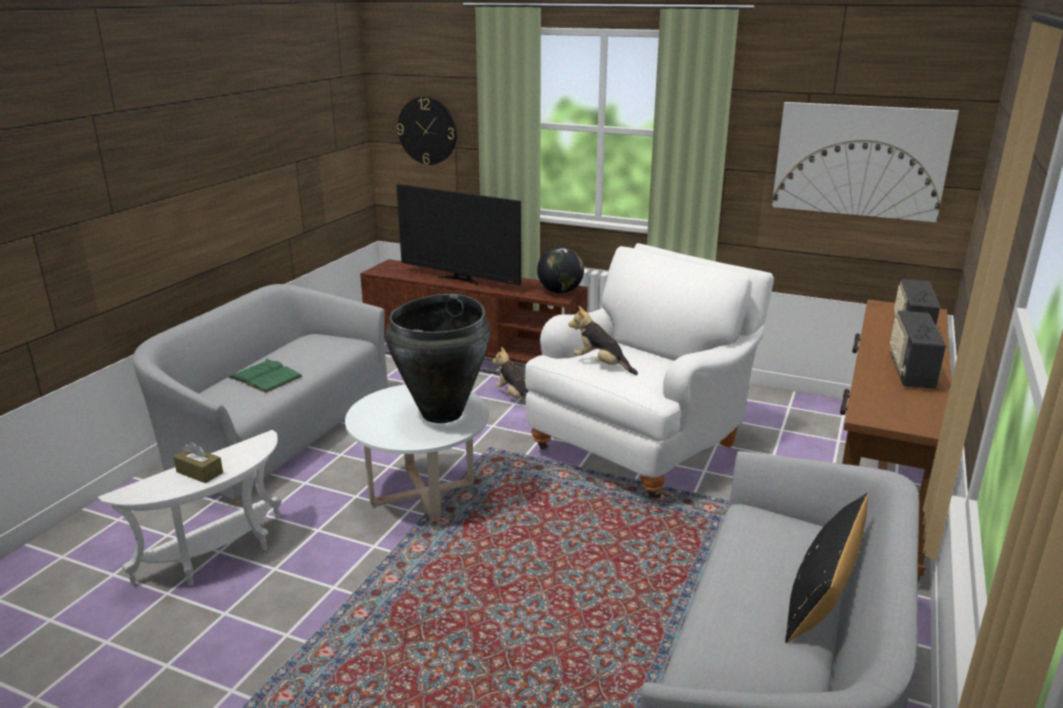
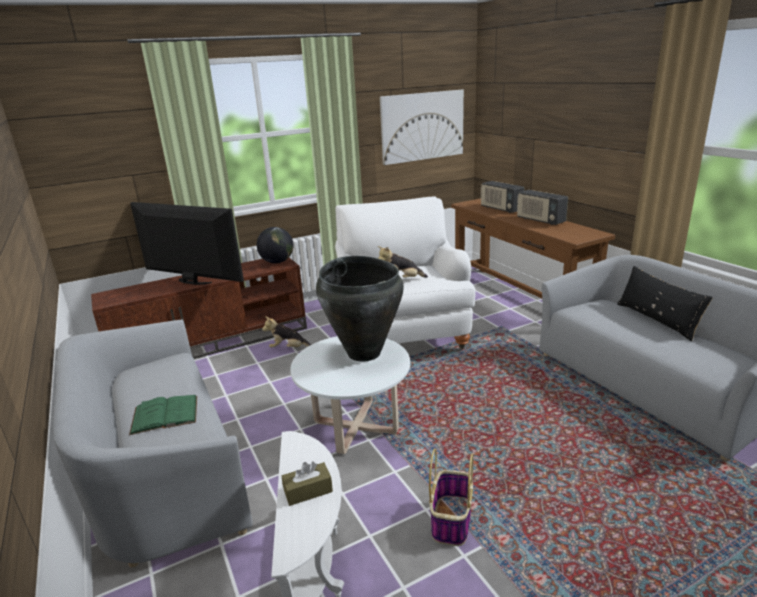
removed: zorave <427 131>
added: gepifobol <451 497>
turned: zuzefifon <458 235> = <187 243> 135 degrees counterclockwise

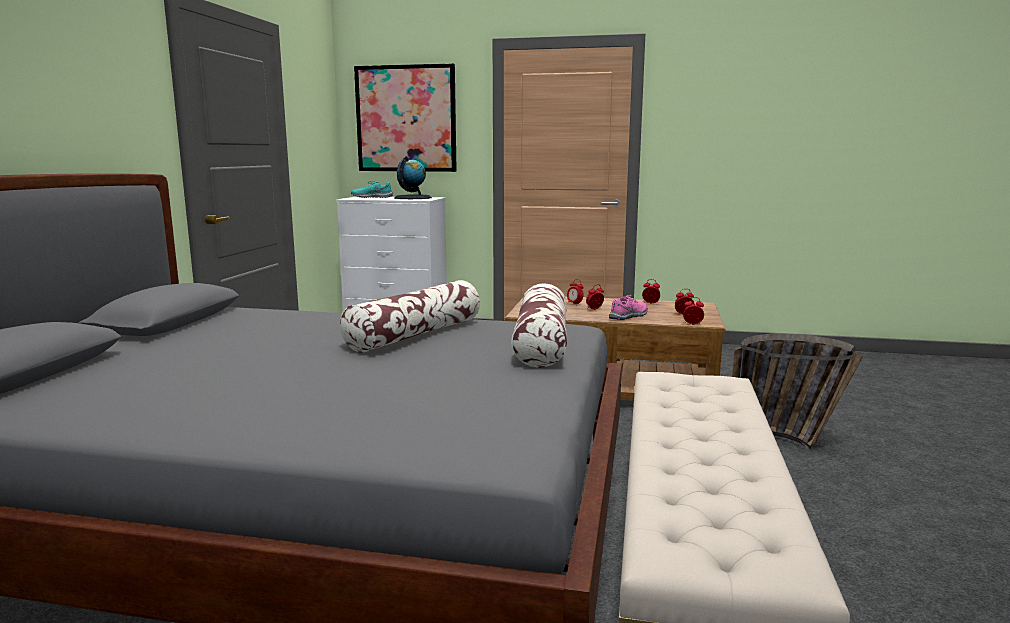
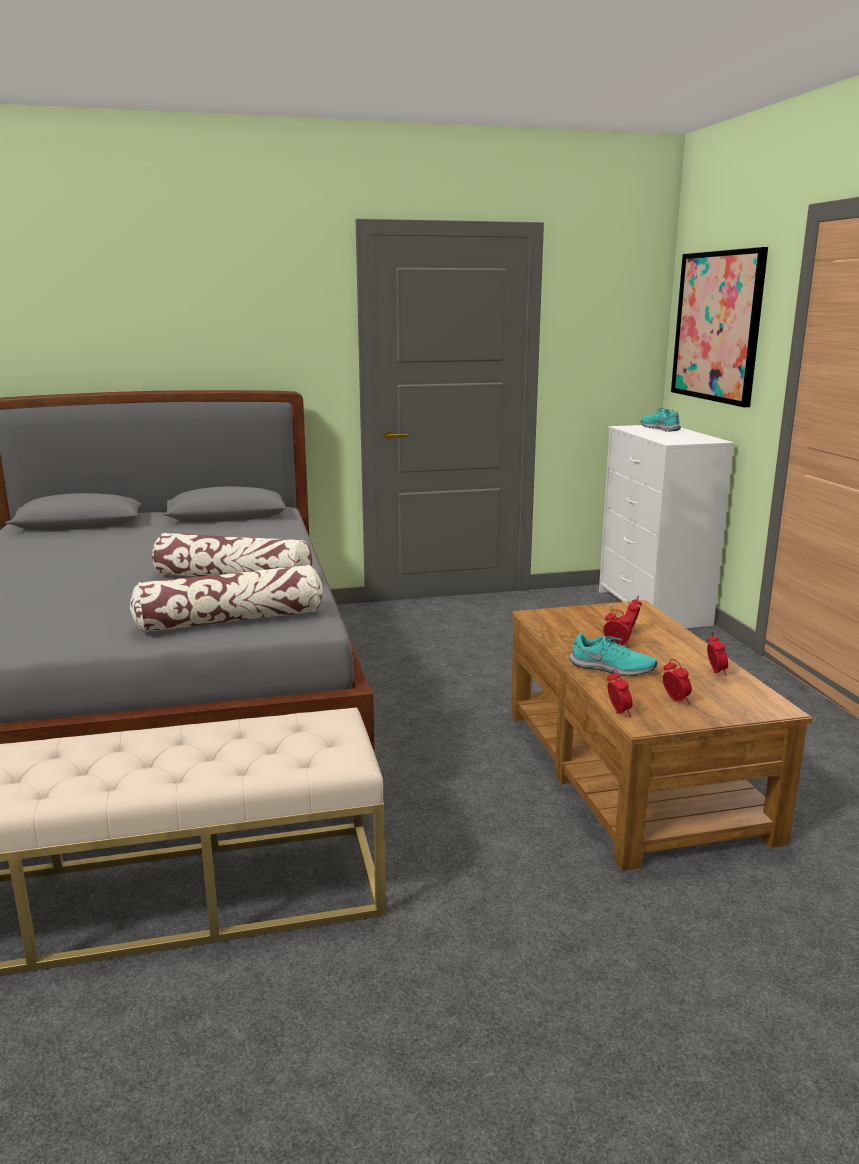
removed: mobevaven <413 177>; gepifobol <797 392>
recoloured: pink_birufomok <628 307> to turquoise_birufomok <613 654>

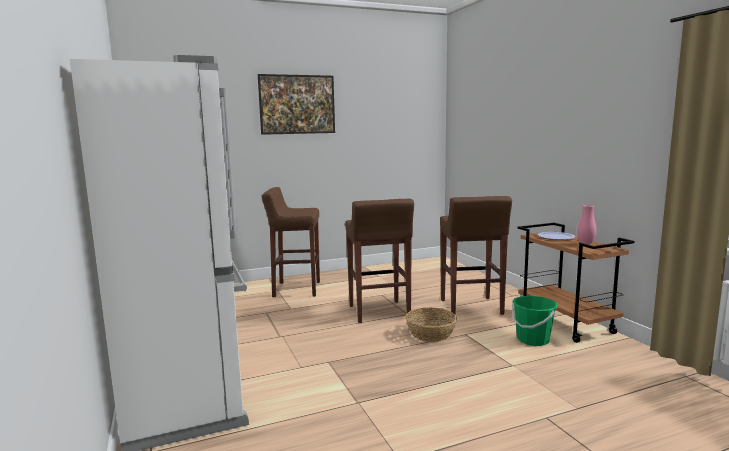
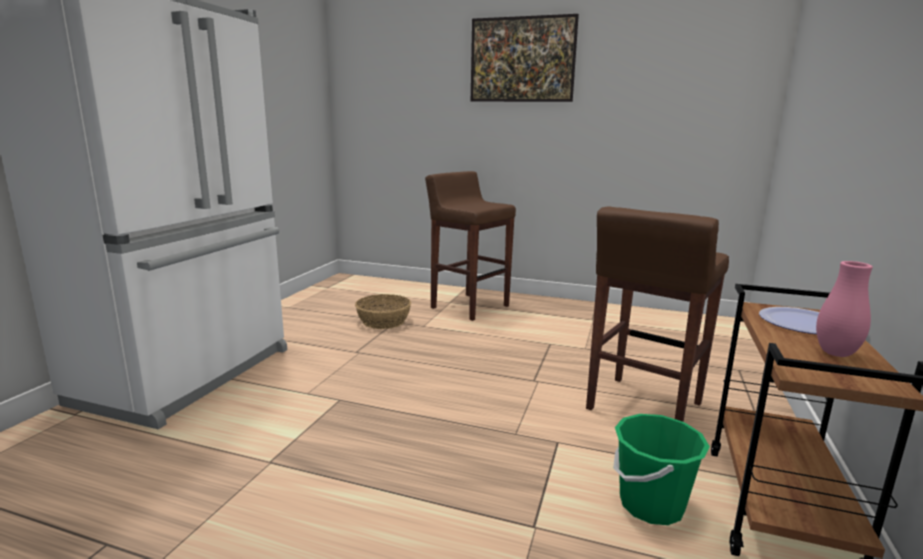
removed: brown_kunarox <379 261>
moved: gepifobol <431 324> to <383 311>

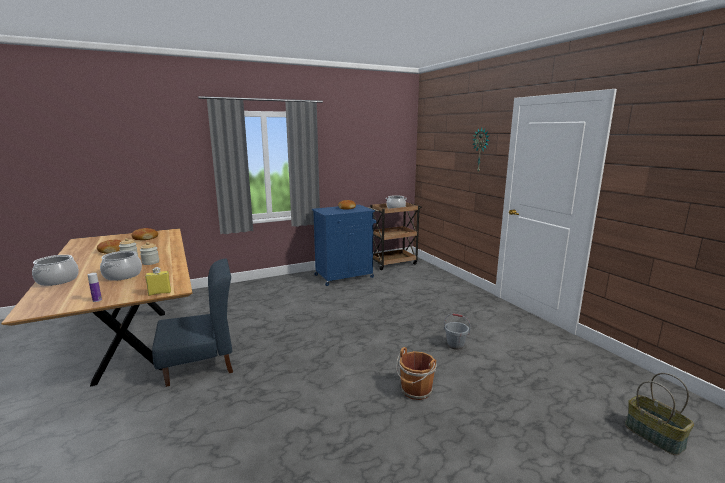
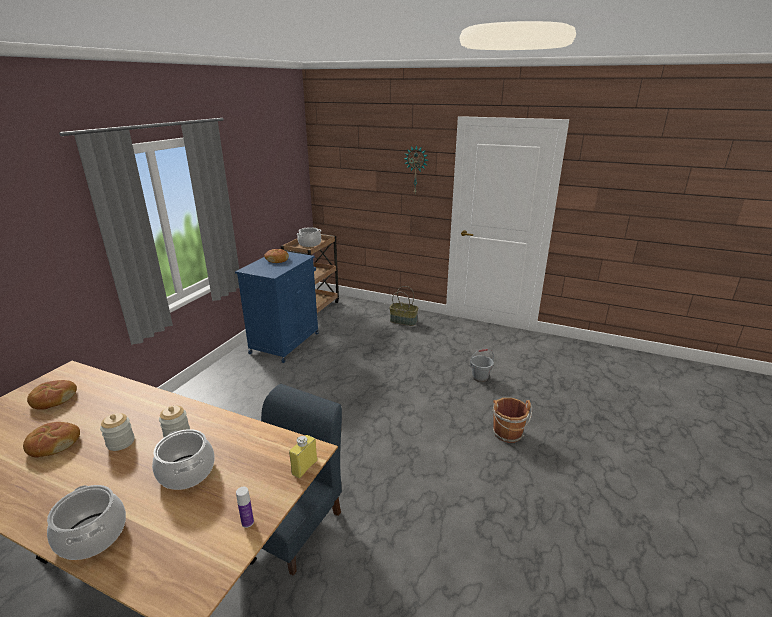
moved: gepifobol <659 414> to <403 306>

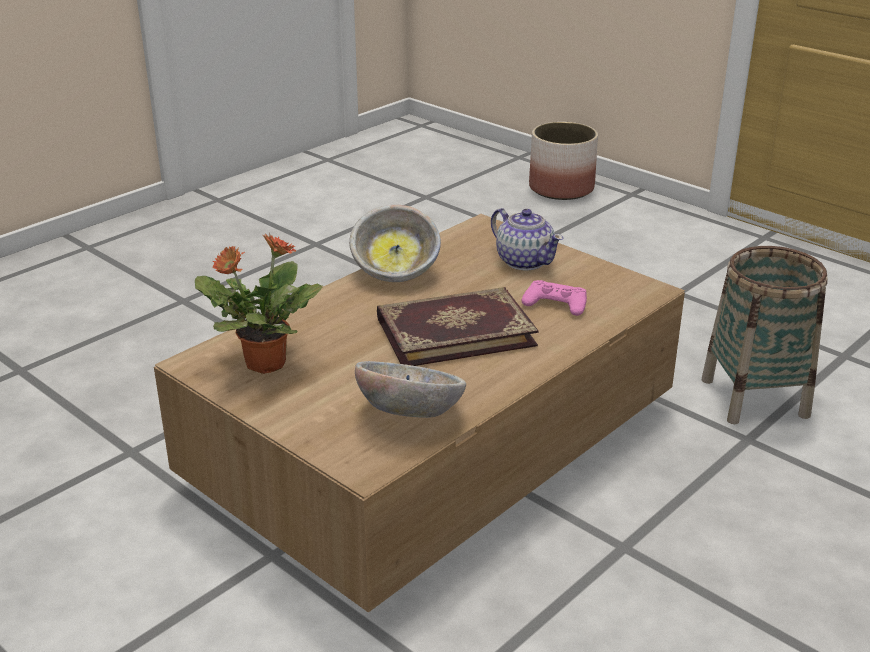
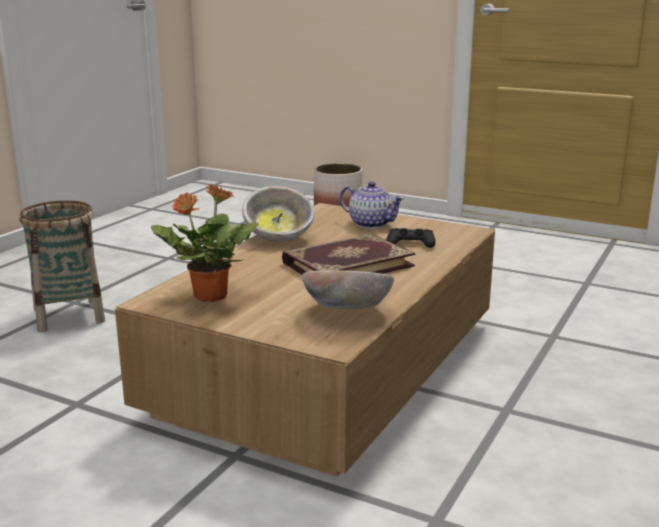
moved: gepifobol <765 335> to <62 266>
recoloured: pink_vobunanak <554 298> to black_vobunanak <411 238>

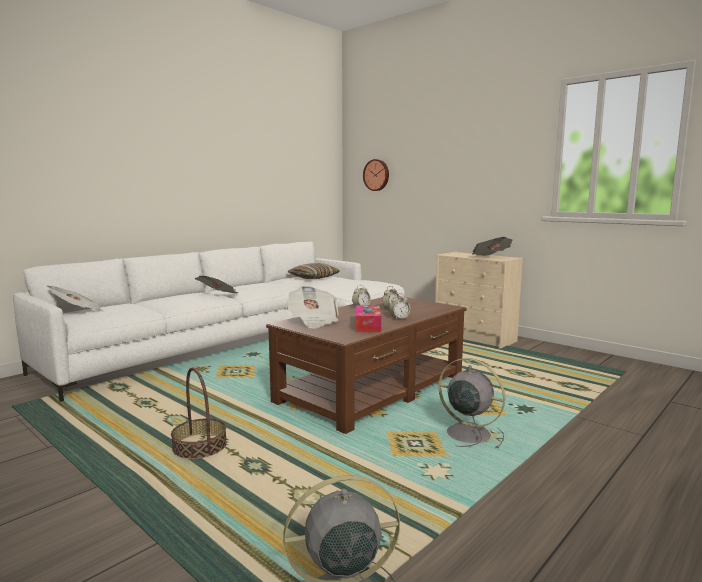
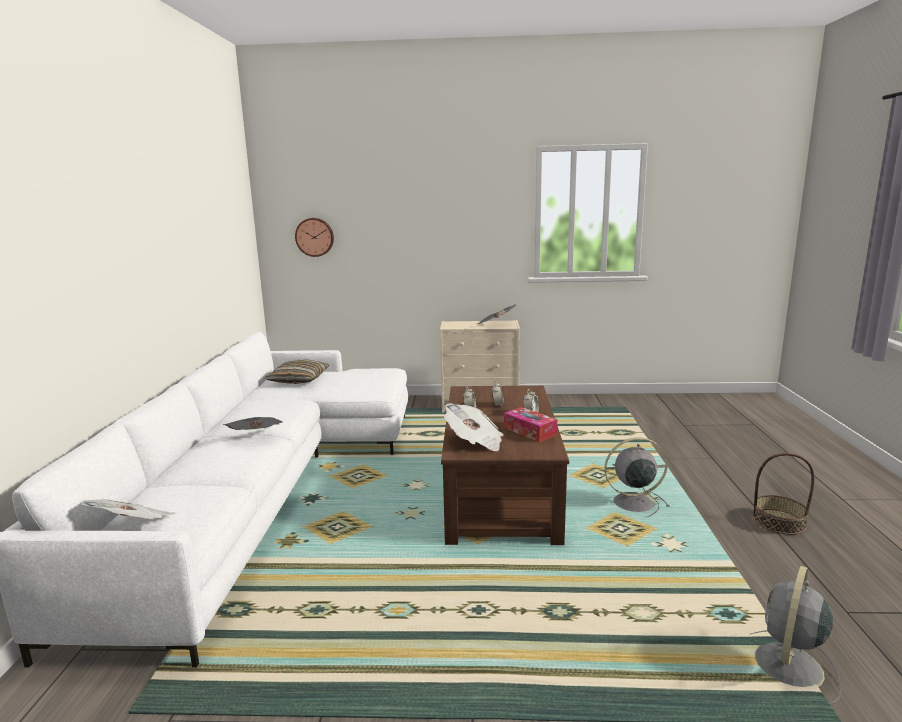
moved: gepifobol <199 413> to <784 494>

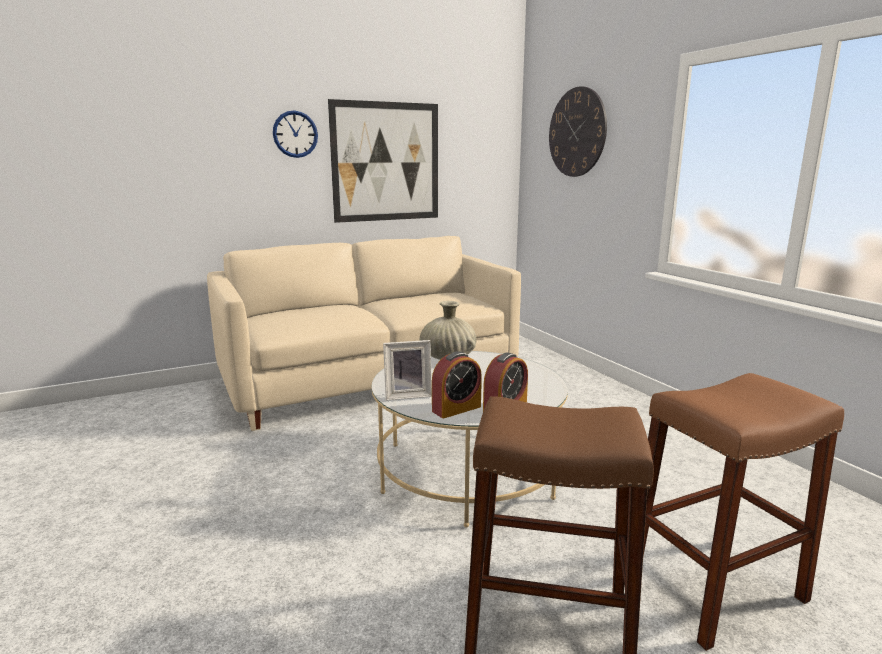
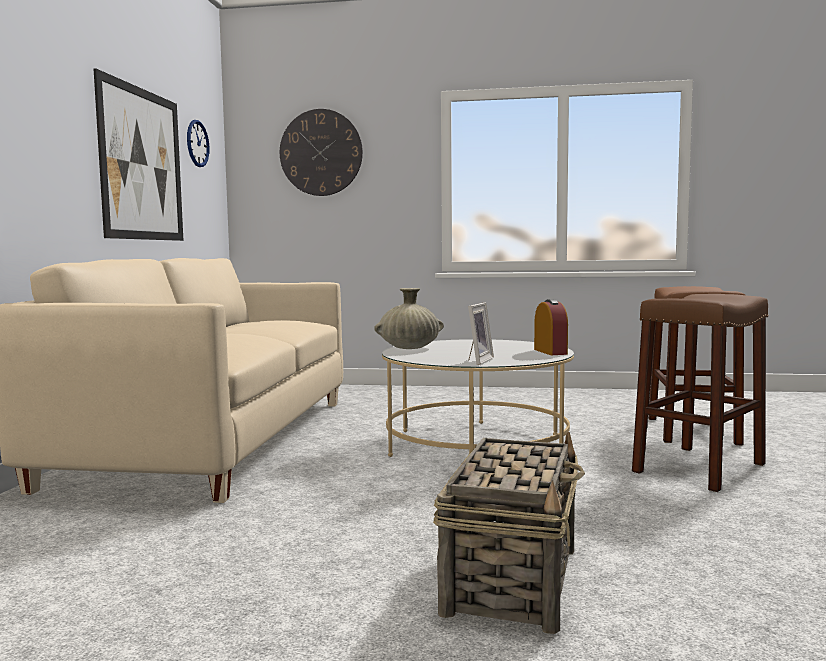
removed: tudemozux <457 384>
added: gepifobol <509 533>
moved: zorave <295 134> to <198 143>

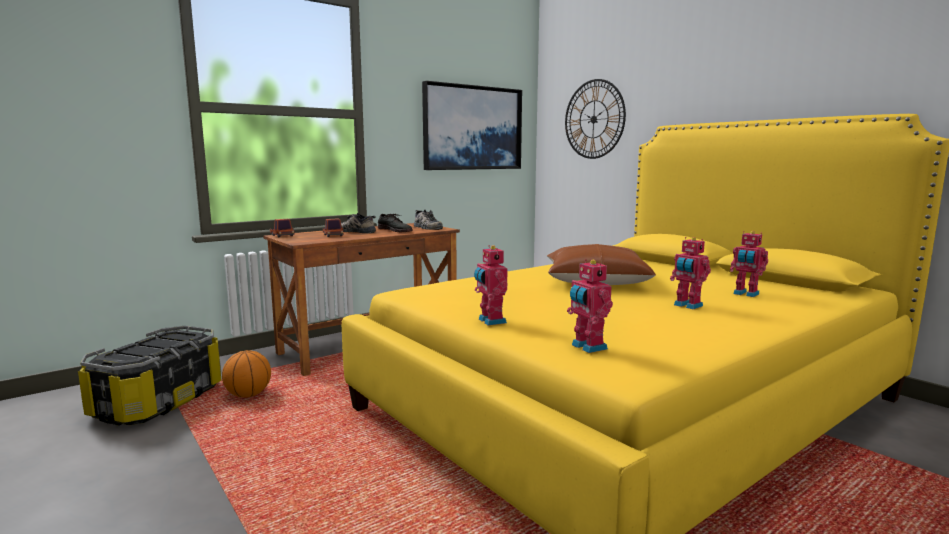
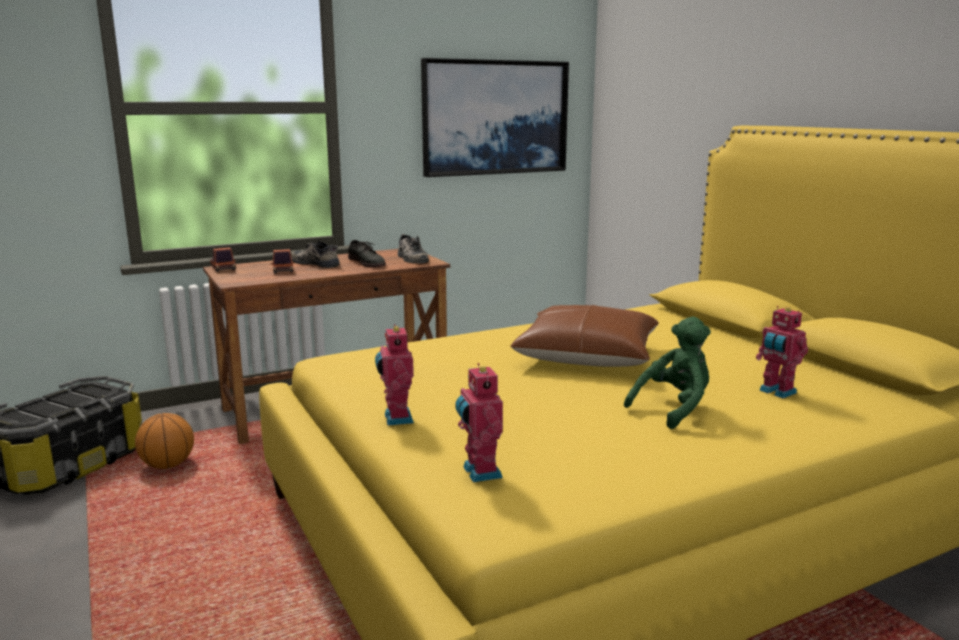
removed: zorave <595 119>
replaced: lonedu <690 273> to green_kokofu <667 373>

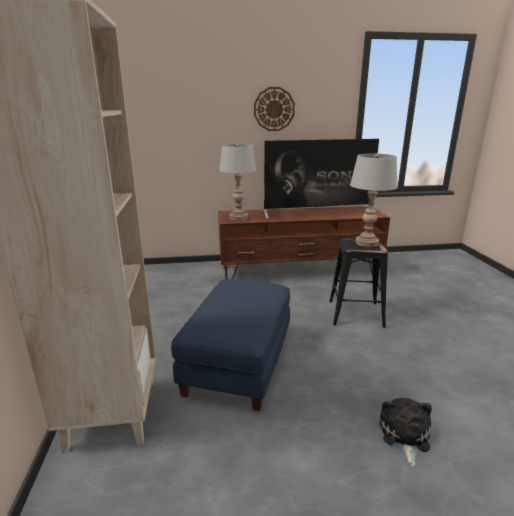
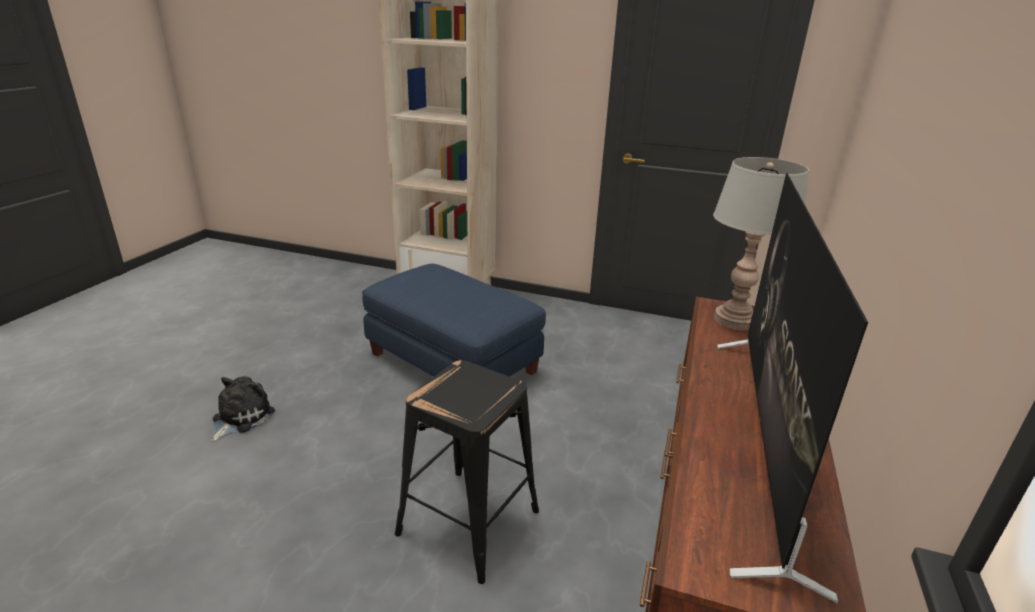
removed: zorave <274 109>; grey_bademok <374 200>
turned: kokofu <405 432> = <243 409> 105 degrees counterclockwise

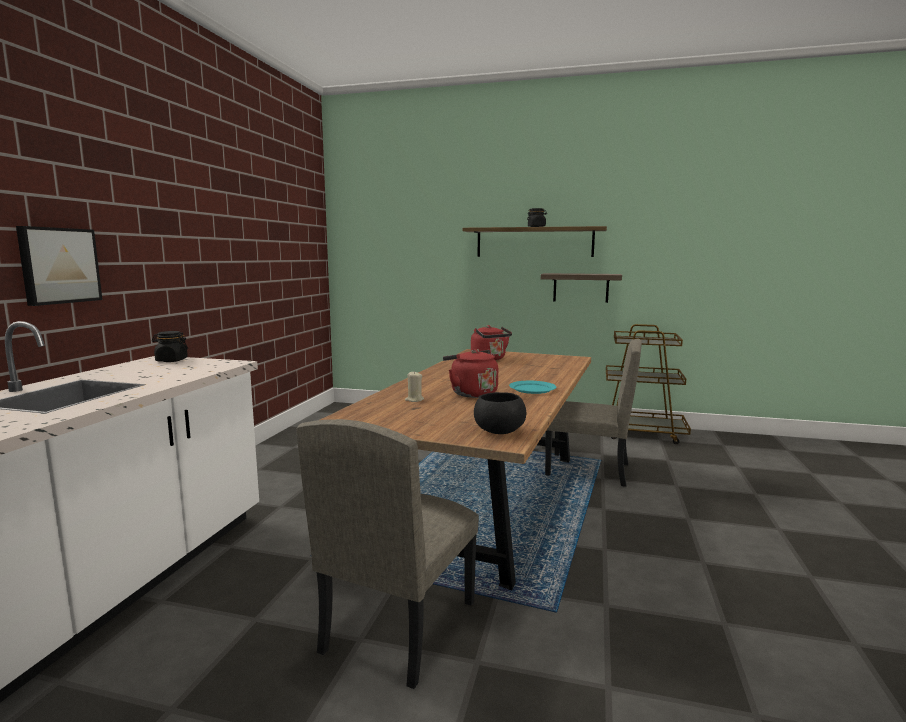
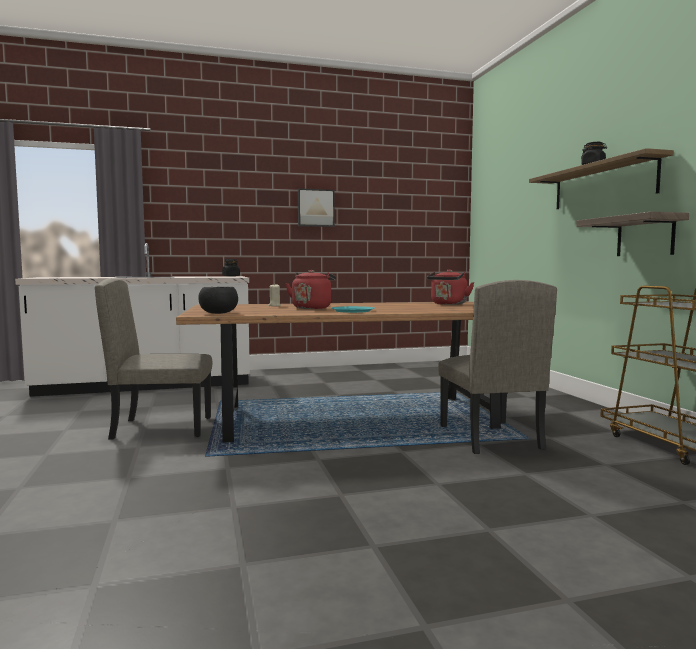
moved: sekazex <59 266> to <316 207>

